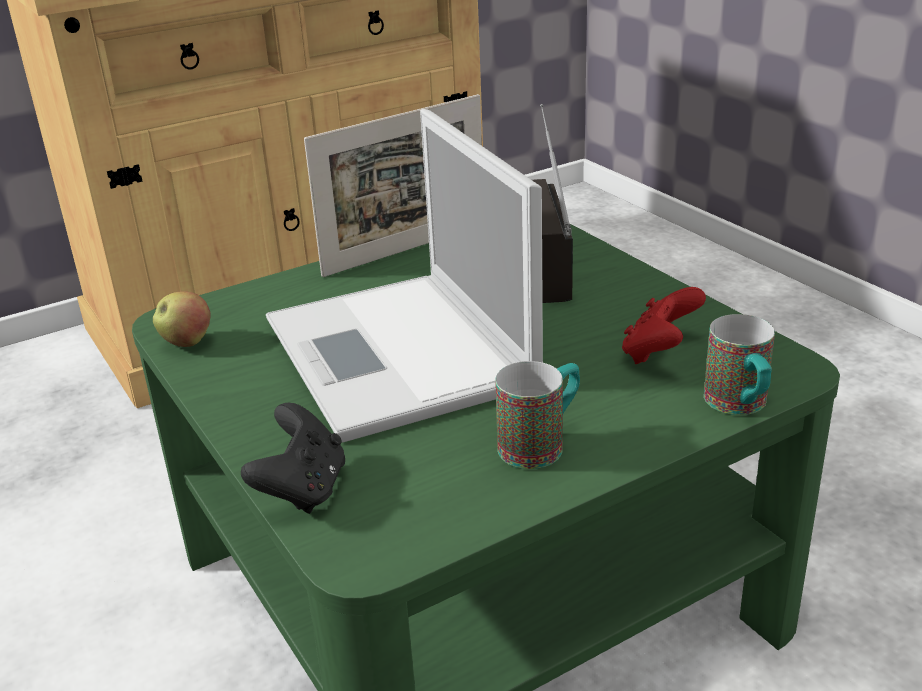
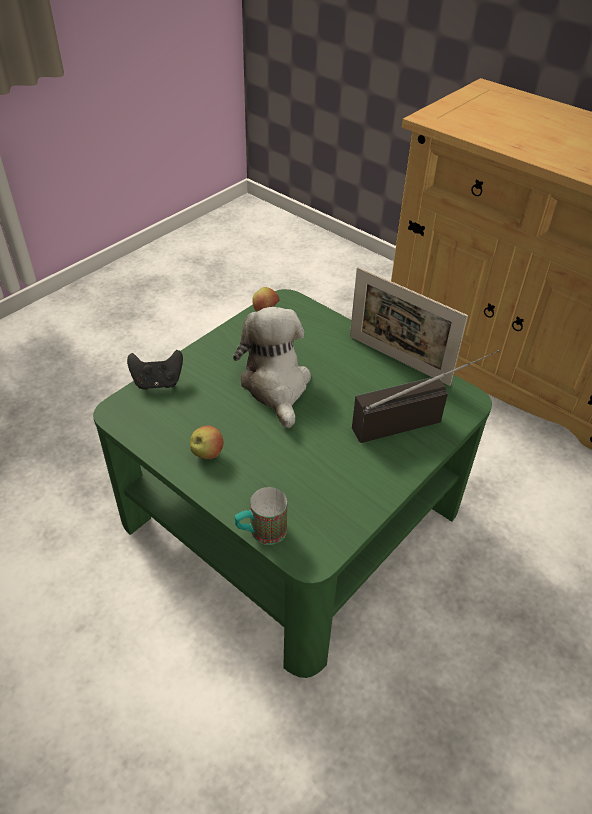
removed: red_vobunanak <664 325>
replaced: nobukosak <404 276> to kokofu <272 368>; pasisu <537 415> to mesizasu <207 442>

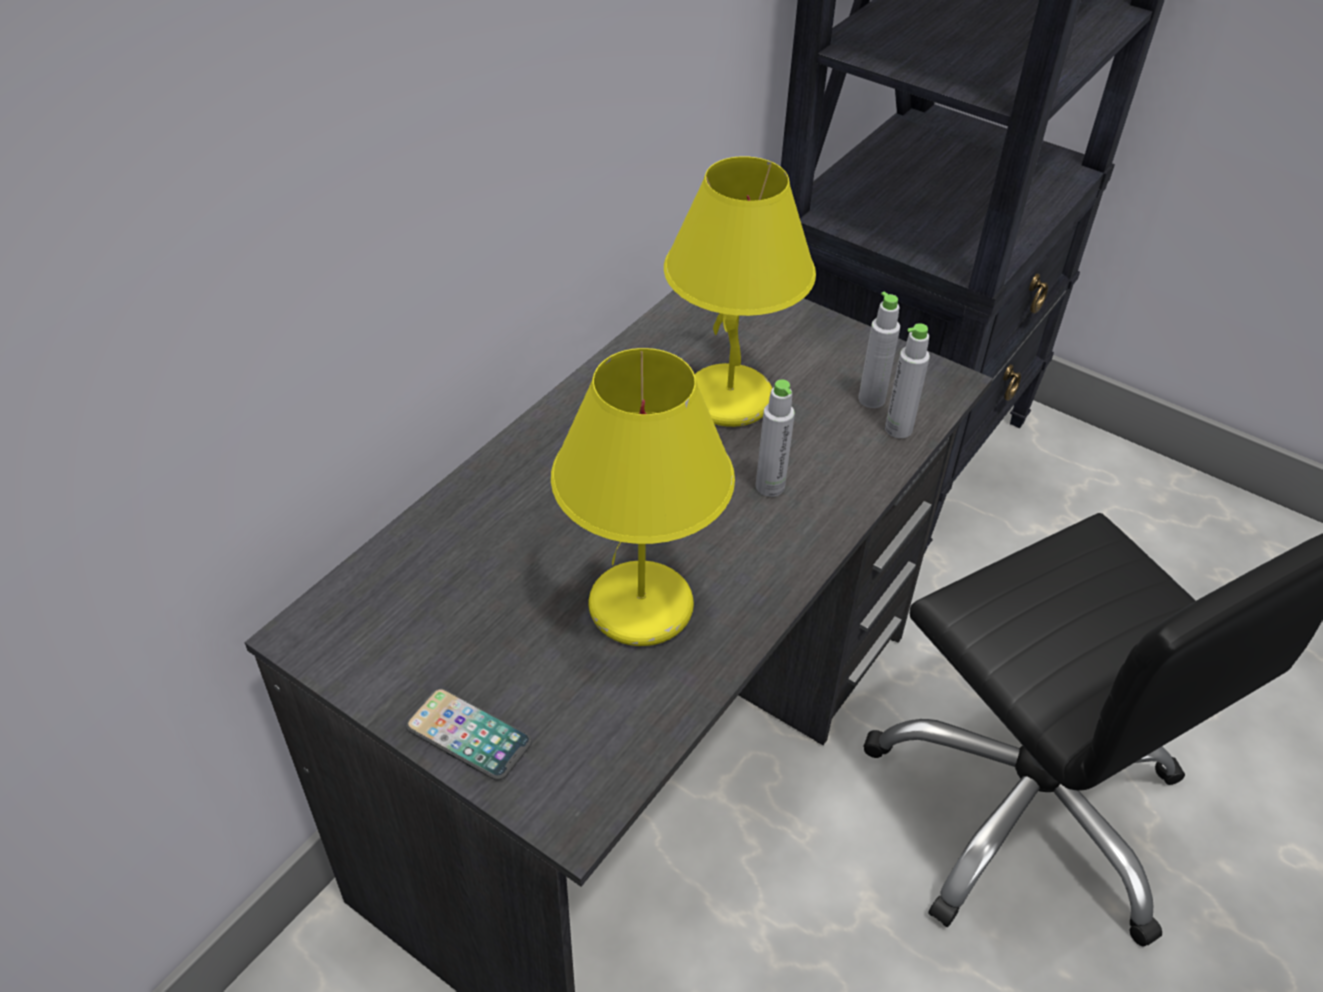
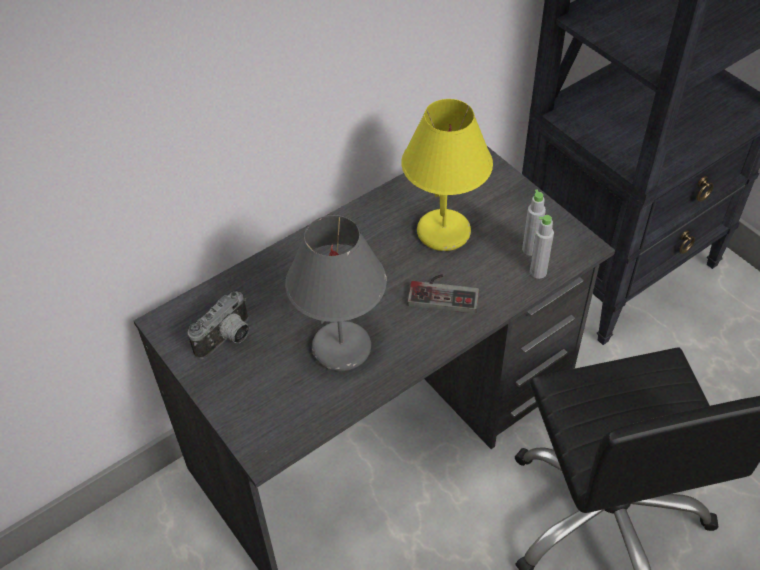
removed: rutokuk <469 734>
added: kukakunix <218 325>
replaced: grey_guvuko <775 438> to vobunanak <443 294>
recoloured: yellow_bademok <643 497> to grey_bademok <336 293>

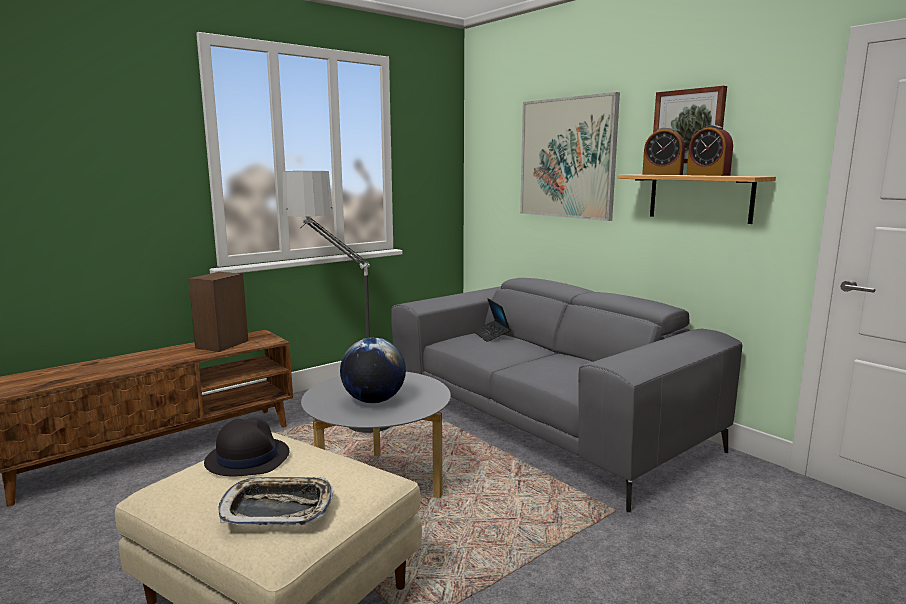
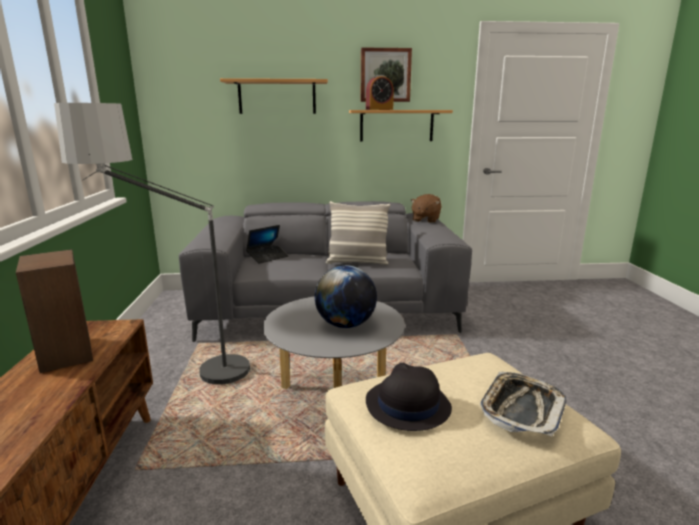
removed: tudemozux <710 150>
added: brown_kokofu <426 208>; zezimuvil <358 233>
replaced: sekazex <570 156> to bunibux <274 96>
turned: nobukosak <492 320> = <267 244> 60 degrees counterclockwise

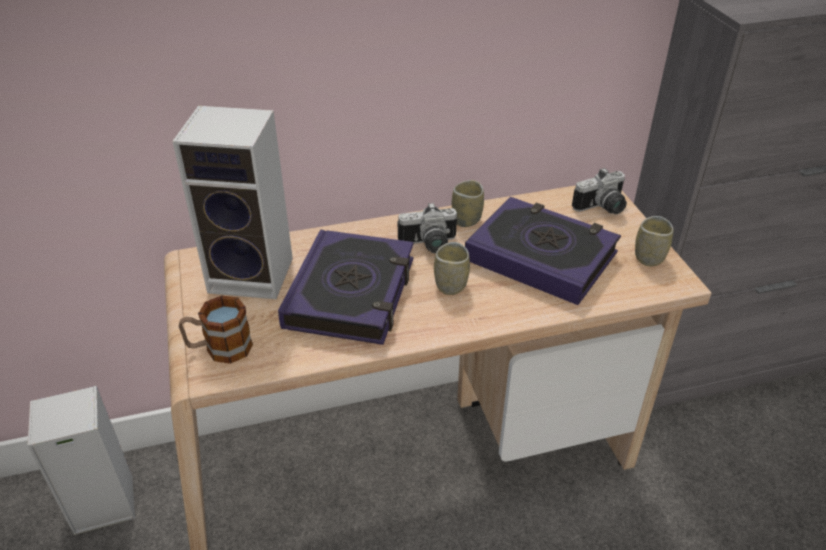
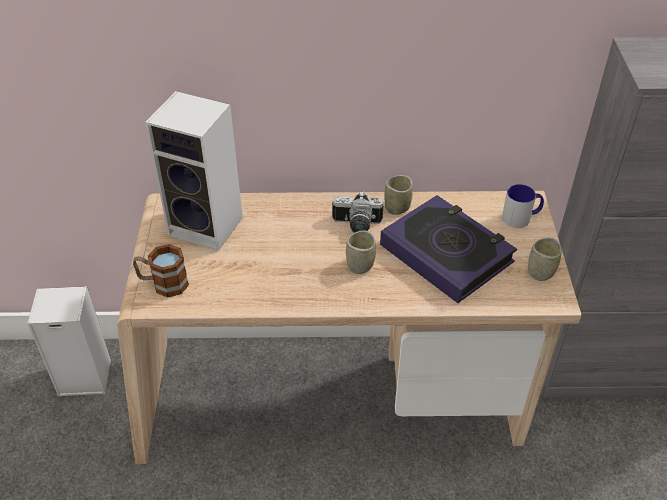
removed: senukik <346 287>
replaced: kukakunix <599 191> to pasisu <523 206>

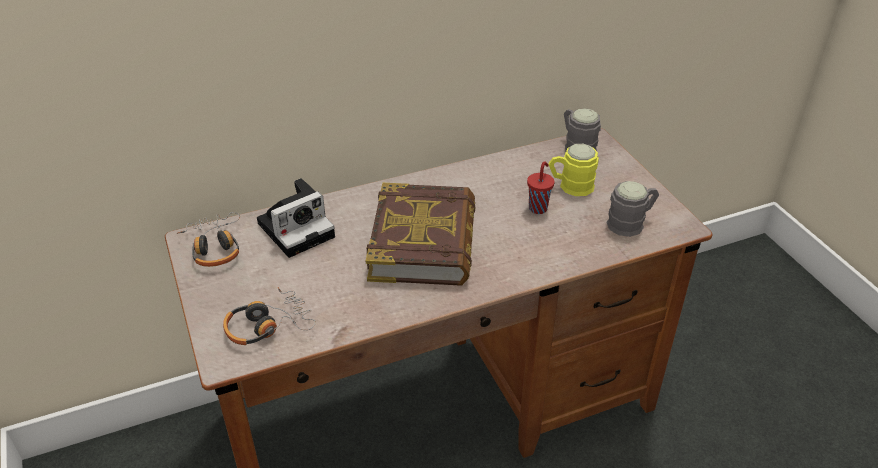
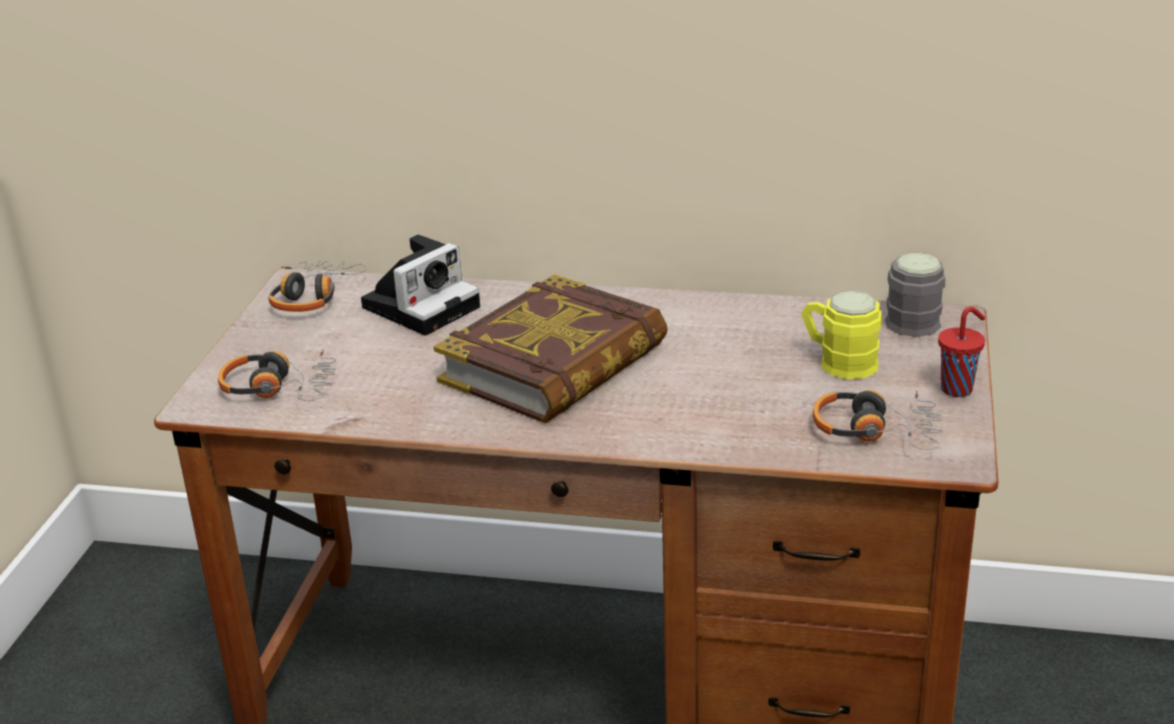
moved: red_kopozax <540 187> to <961 352>
replaced: grey_pasisu <632 209> to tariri <878 420>
turned: kukakunix <296 218> = <420 285> 45 degrees counterclockwise

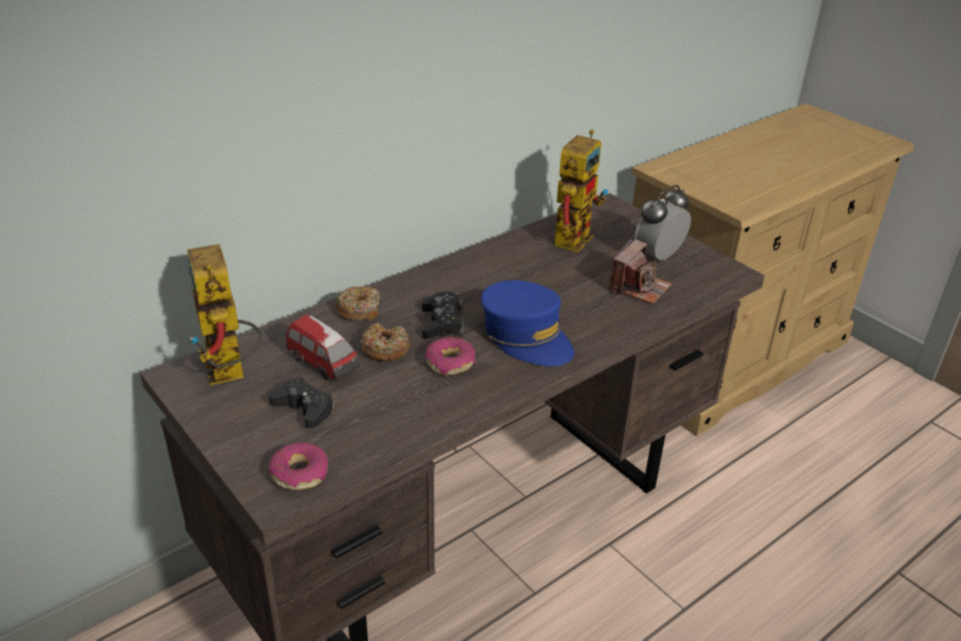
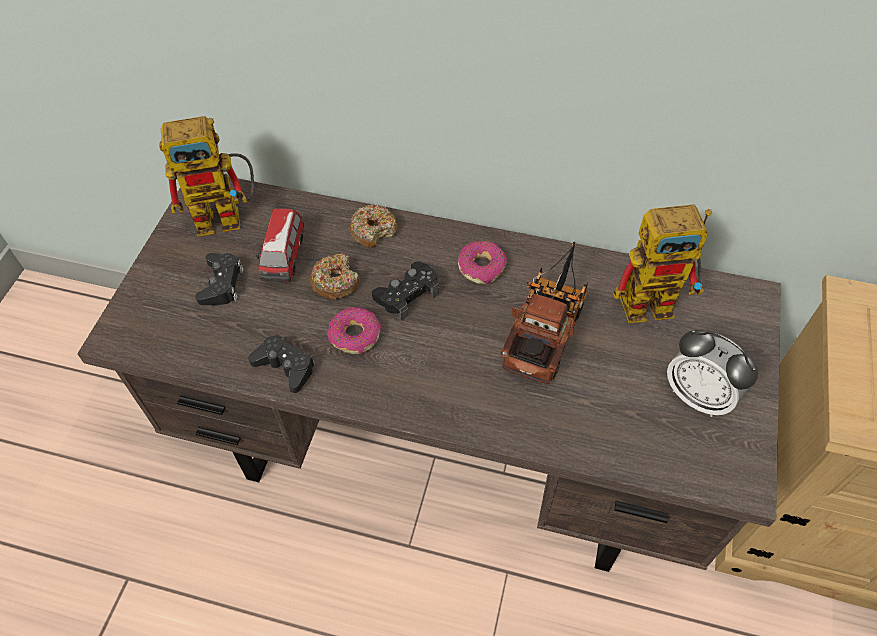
removed: kukakunix <640 271>; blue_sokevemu <527 323>
added: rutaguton <544 312>; black_vobunanak <281 363>
moved: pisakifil <298 466> to <483 262>
turned: tudemozux <662 222> = <712 373> 150 degrees counterclockwise; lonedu <225 315> = <206 176> 135 degrees counterclockwise

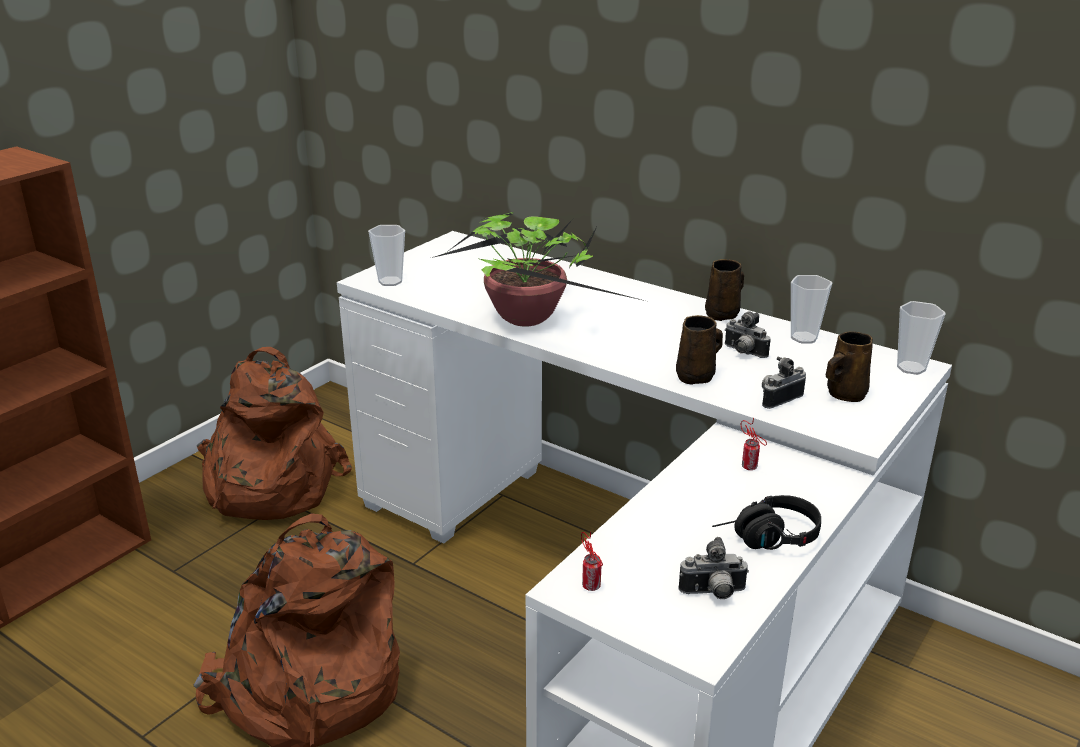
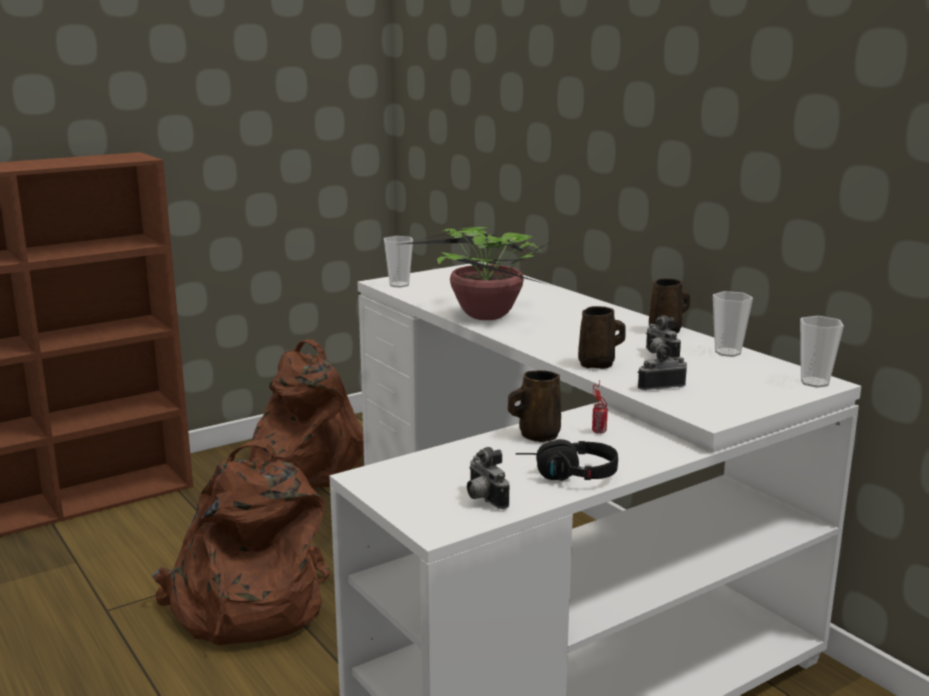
removed: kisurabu <592 561>
moved: brown_pasisu <849 366> to <534 406>
turned: kukakunix <714 568> = <488 478> 45 degrees clockwise

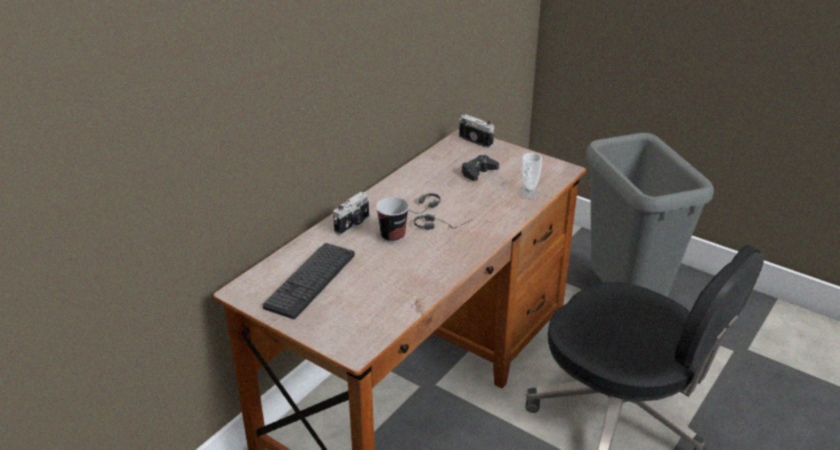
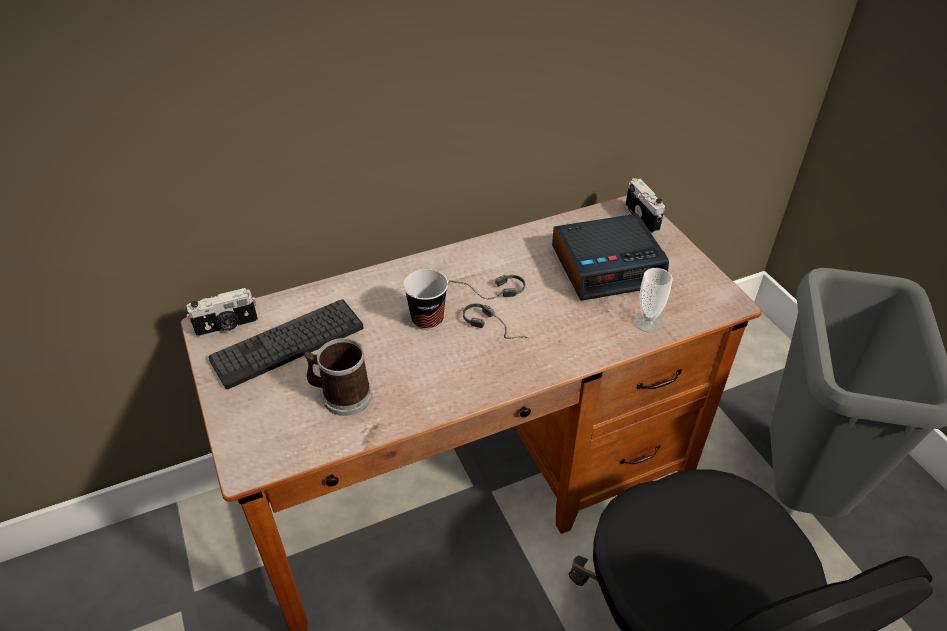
added: pasisu <338 377>
moved: kukakunix <351 213> to <222 313>
replaced: black_vobunanak <480 168> to tudemozux <610 257>

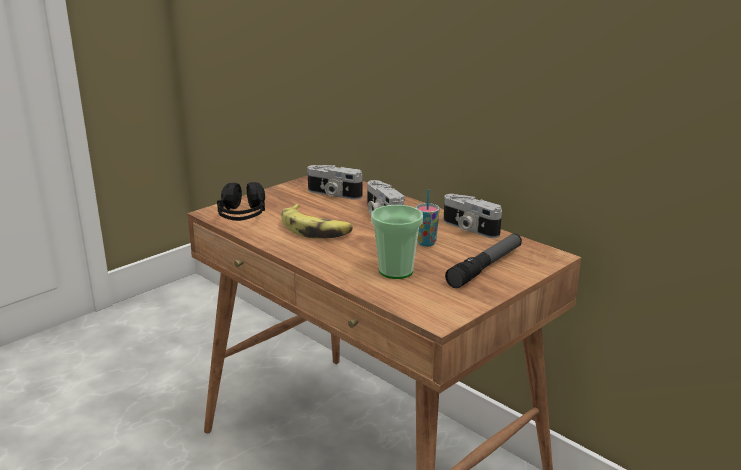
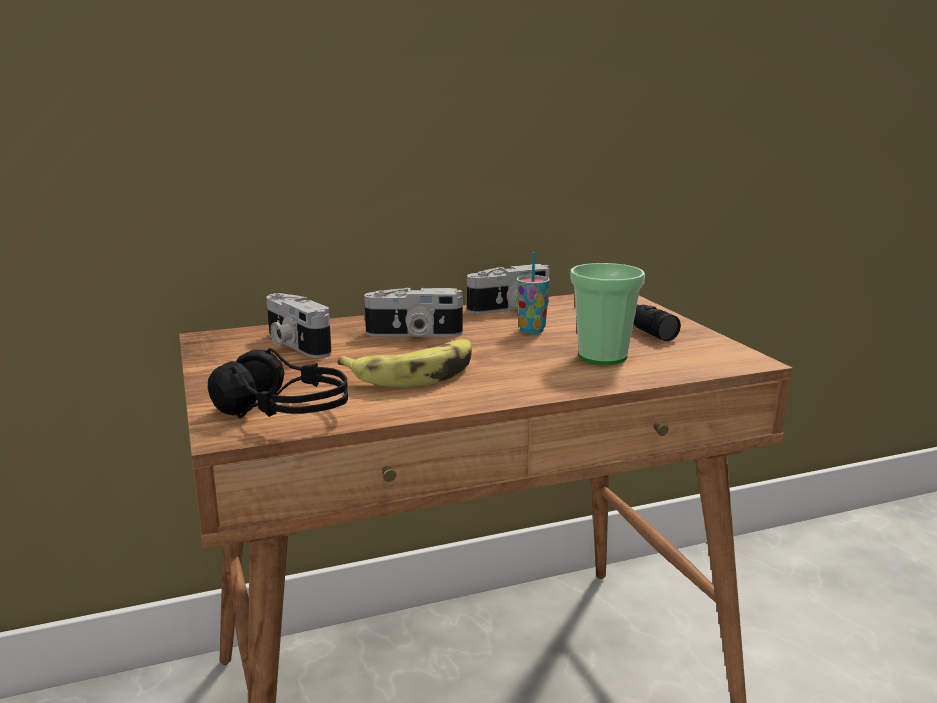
turned: kukakunix <334 182> = <299 325> 90 degrees clockwise

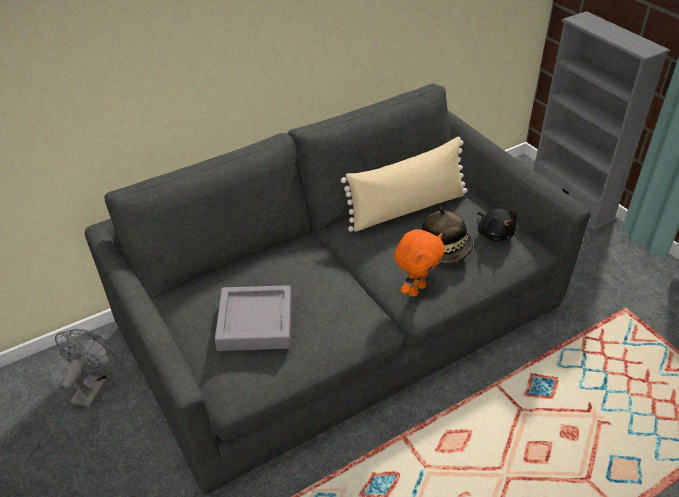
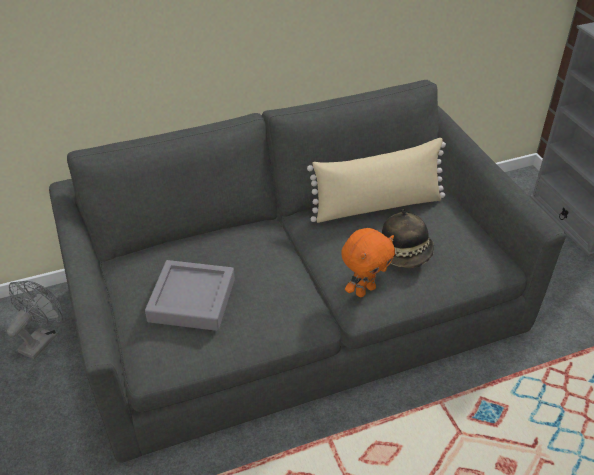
removed: black_kokofu <497 225>

